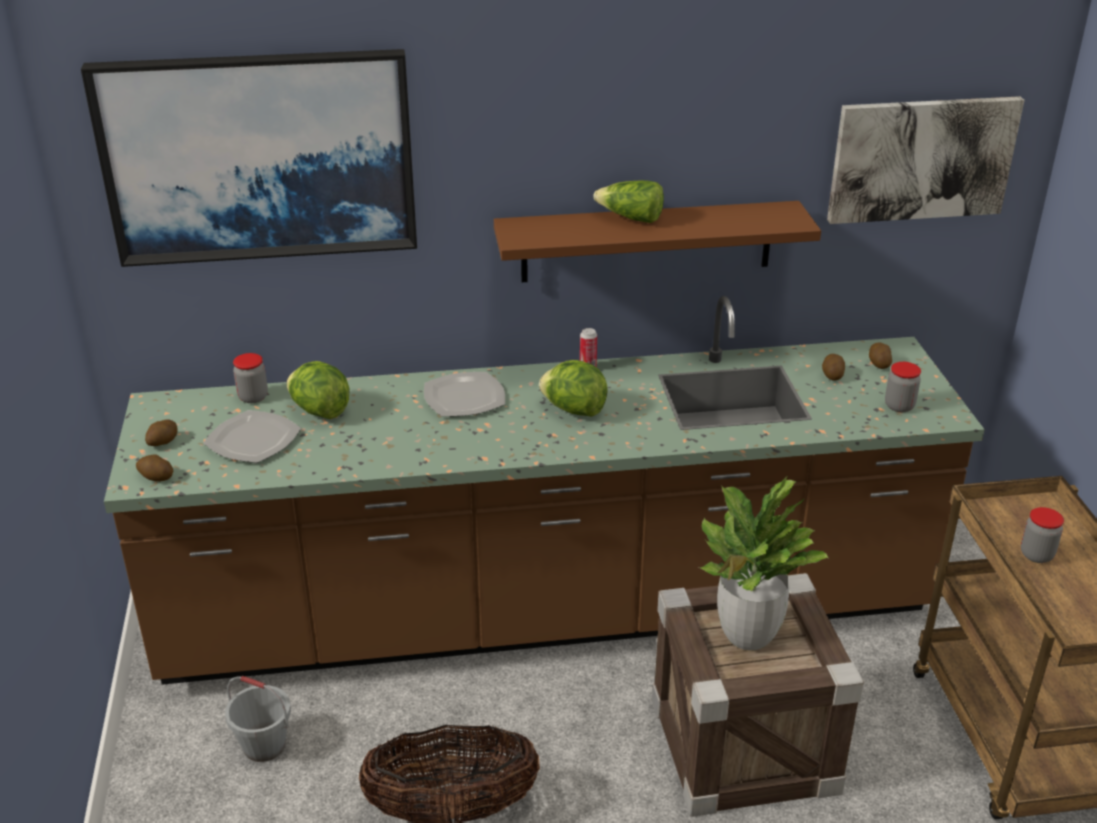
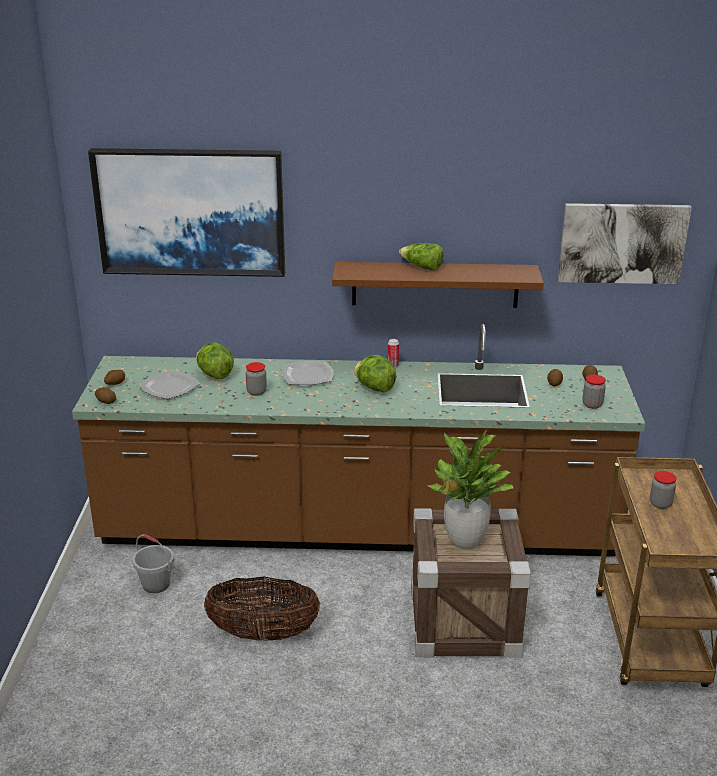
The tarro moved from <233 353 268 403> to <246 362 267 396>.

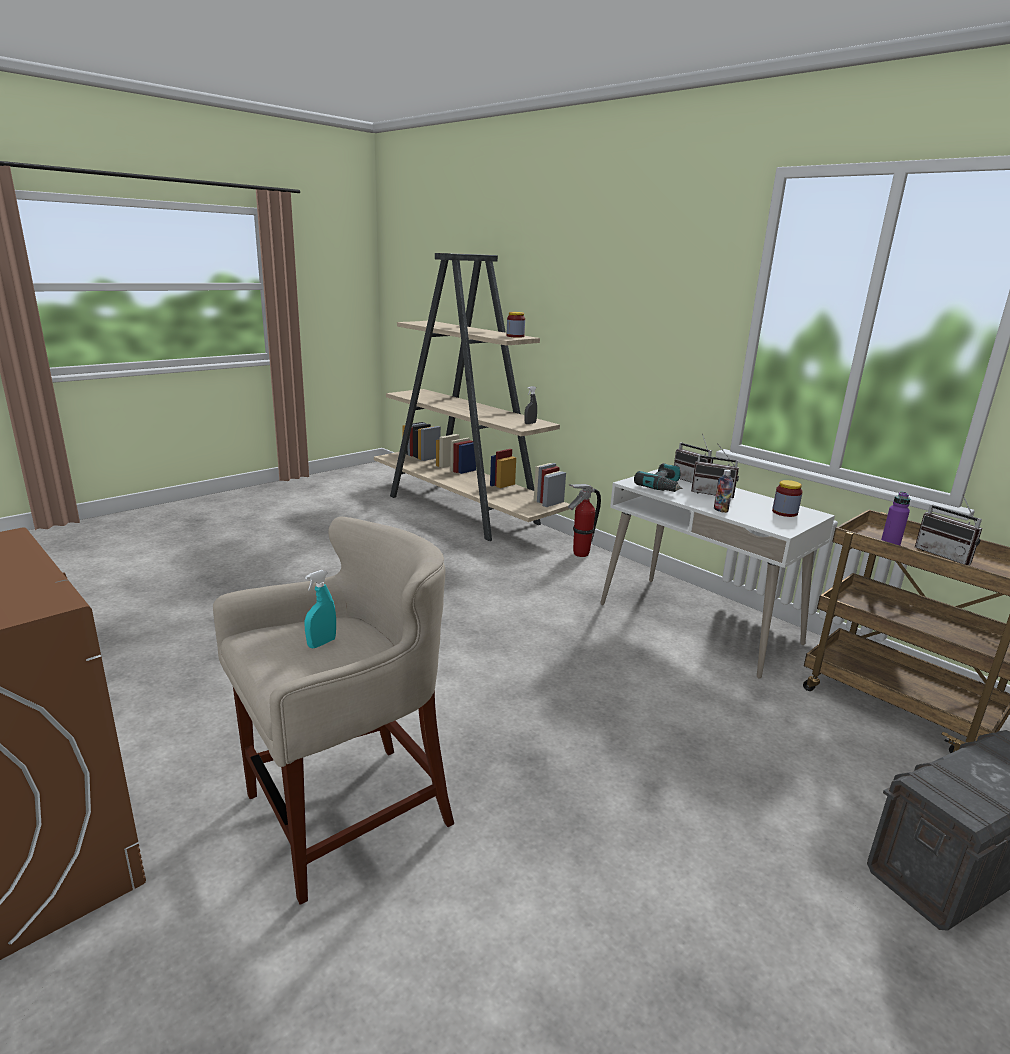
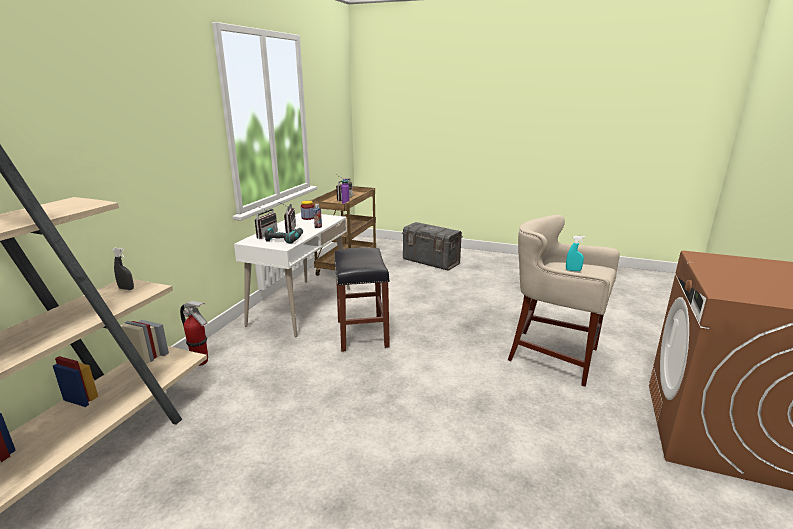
The tarro at <506 312 525 338> disappeared.
The taburete/negro at <334 247 390 352> appeared.

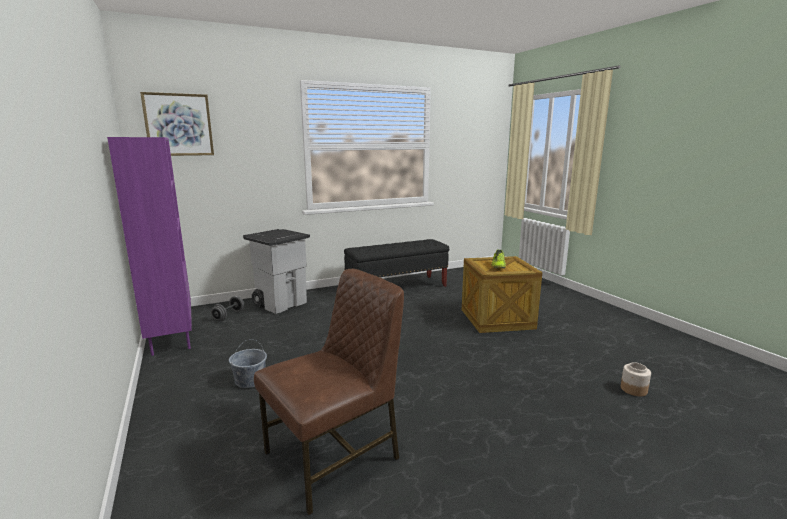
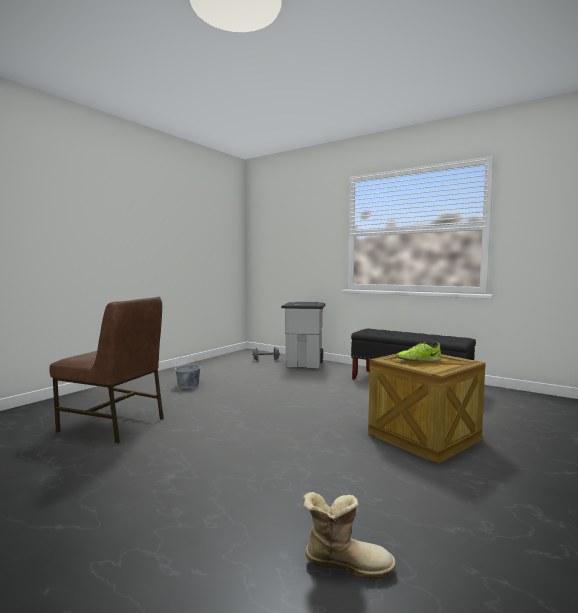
The estantería/morado at <107 137 192 356> disappeared.
The cuadro at <140 92 214 156> disappeared.
The tarro at <621 362 651 396> was replaced by the bota at <302 492 396 579>.

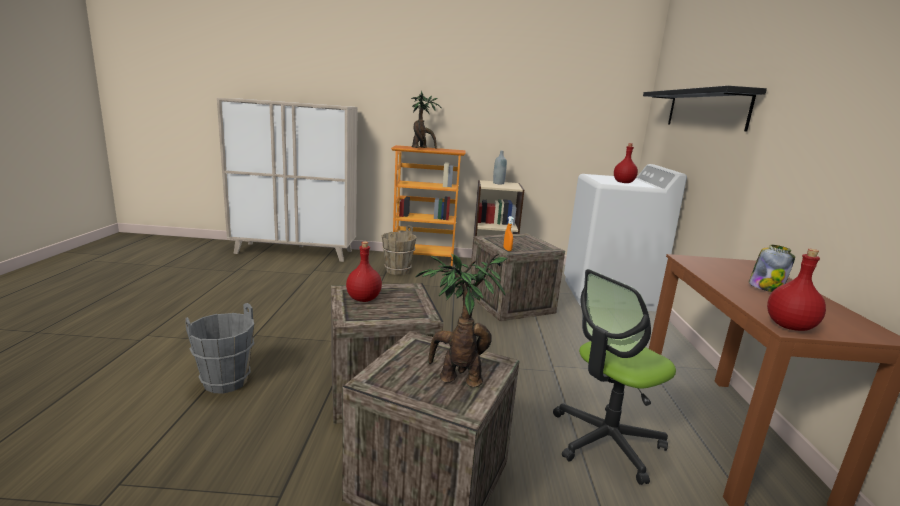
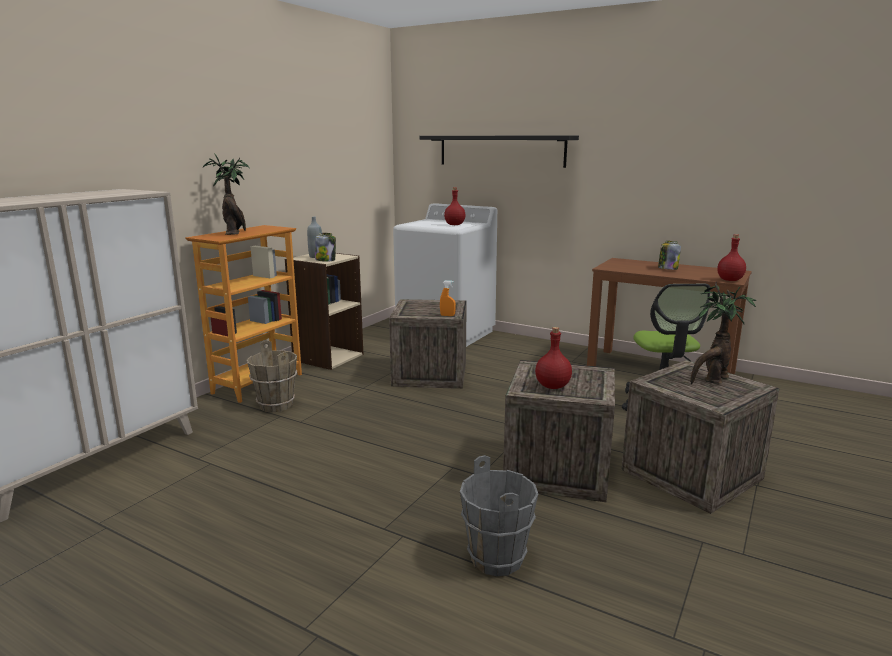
The tarro at <315 233 336 262> appeared.

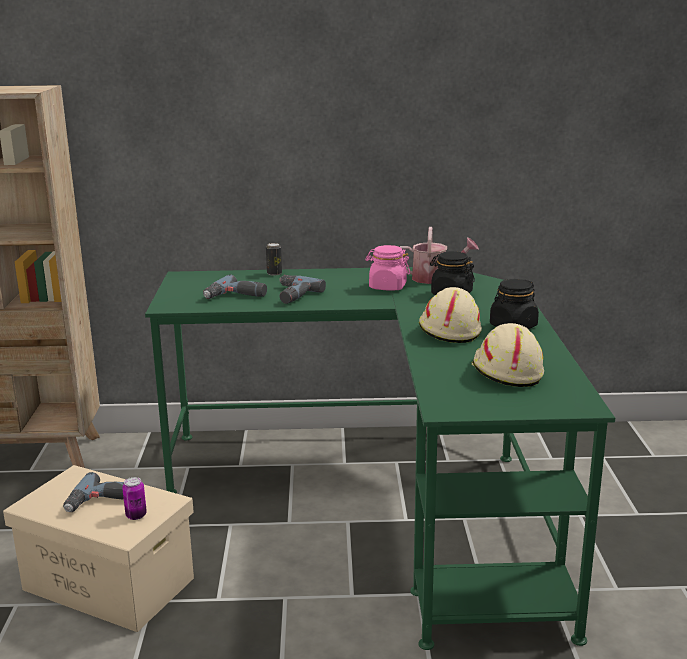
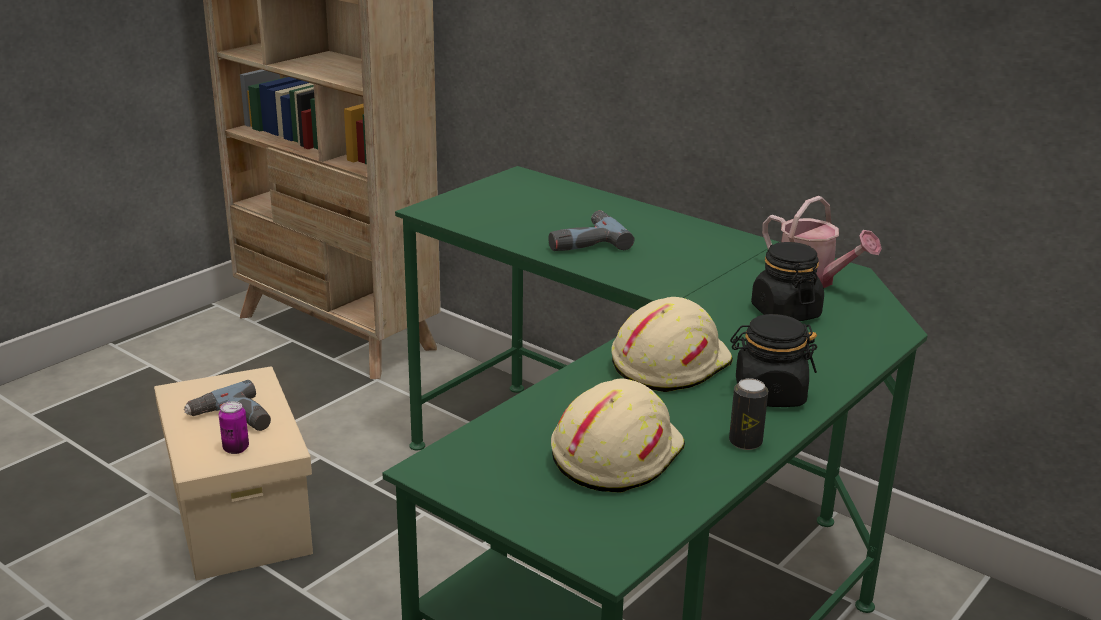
The taladro at <203 275 267 299> disappeared.
The lata moved from <266 243 282 275> to <729 378 768 450>.
The tarro/rosa at <365 245 410 290> disappeared.

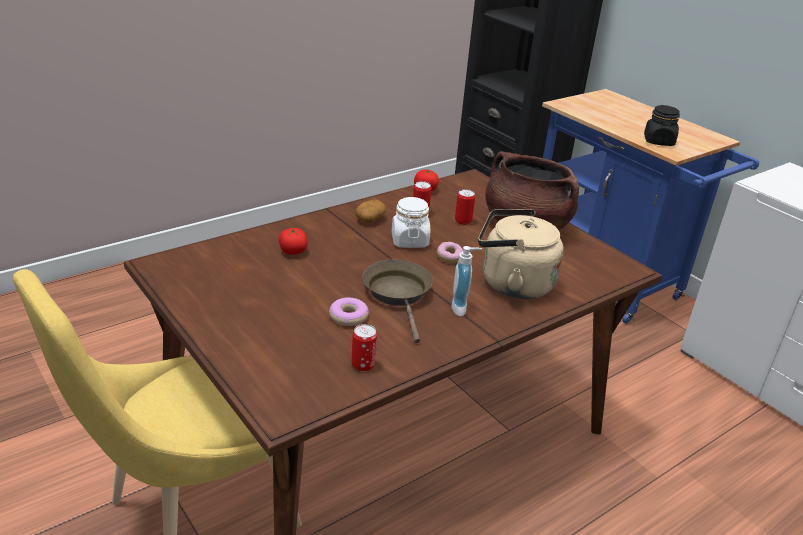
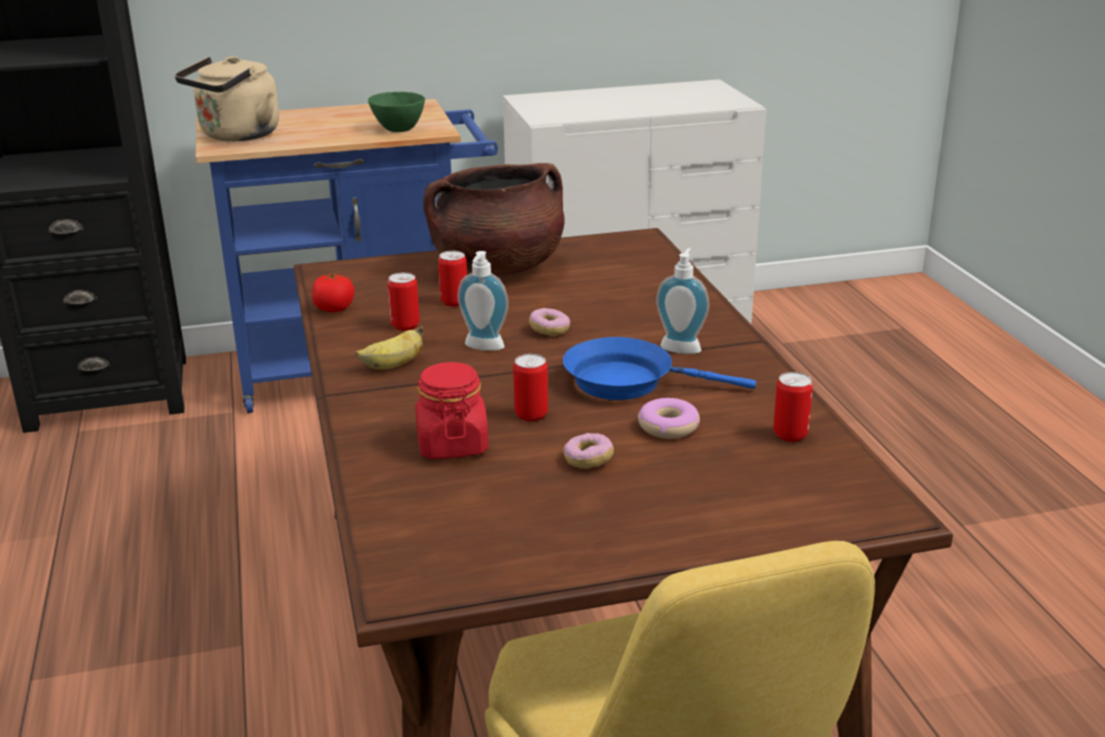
The tomate at <279 228 308 255> was replaced by the tarro/rojo at <415 362 489 459>.
The patata at <355 200 386 224> was replaced by the plátano at <355 326 424 369>.
The sartén/marrón at <362 260 433 343> became the sartén/azul at <563 337 756 400>.
The tarro/blanco at <392 197 430 248> was replaced by the dispensador de jabón at <457 251 509 351>.
The hervidor/beis moved from <478 209 564 299> to <175 56 279 141>.
The tarro/negro at <644 105 680 146> was replaced by the cuenco/verde at <368 92 425 132>.
The lata at <513 354 548 421> appeared.
The rosquilla at <563 433 614 468> appeared.

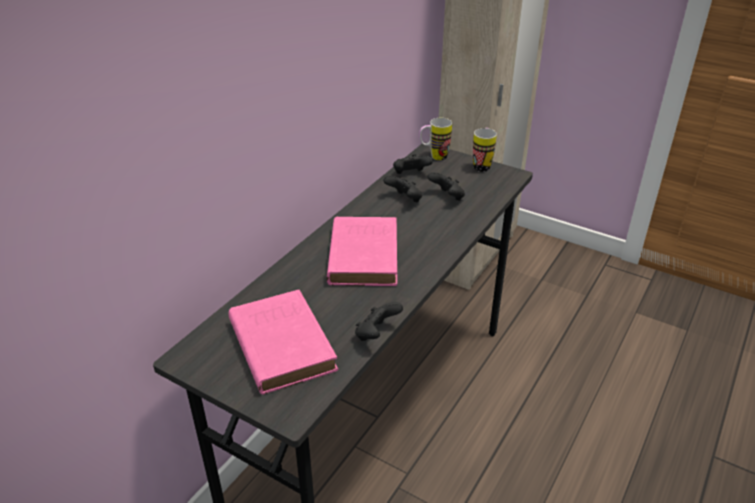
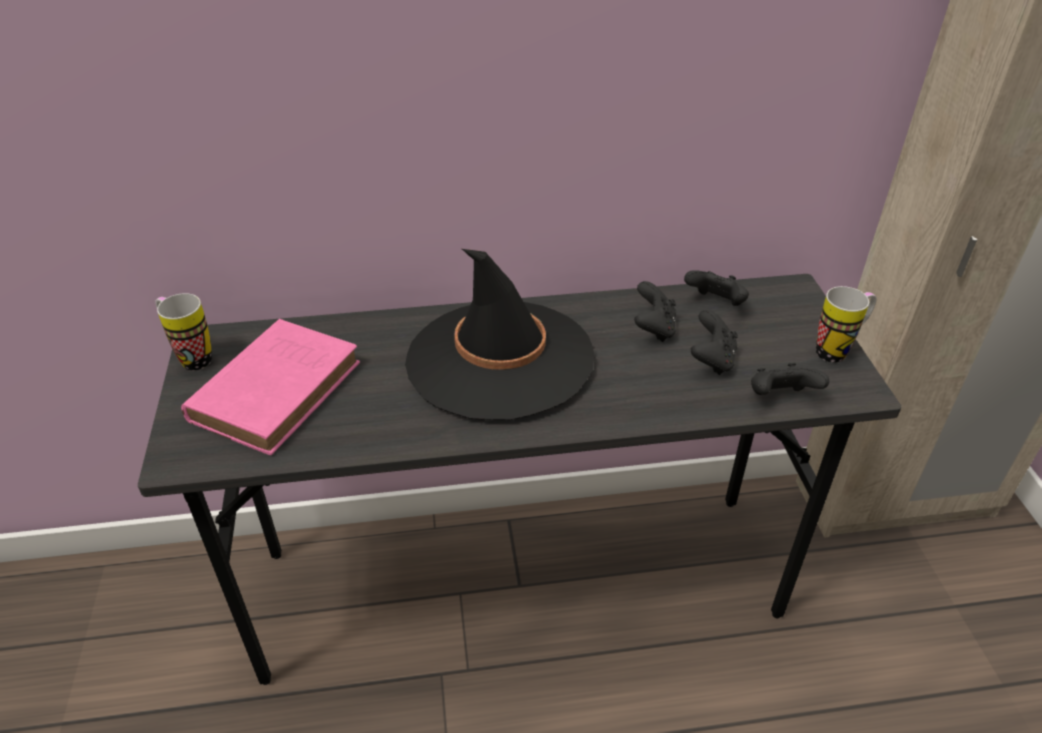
The libro/rosa at <327 217 397 286> was replaced by the sombrero/negro at <405 249 595 420>.
The mando de consola/negro moved from <355 302 403 341> to <751 363 829 395>.
The taza grande moved from <419 118 452 160> to <155 293 212 370>.

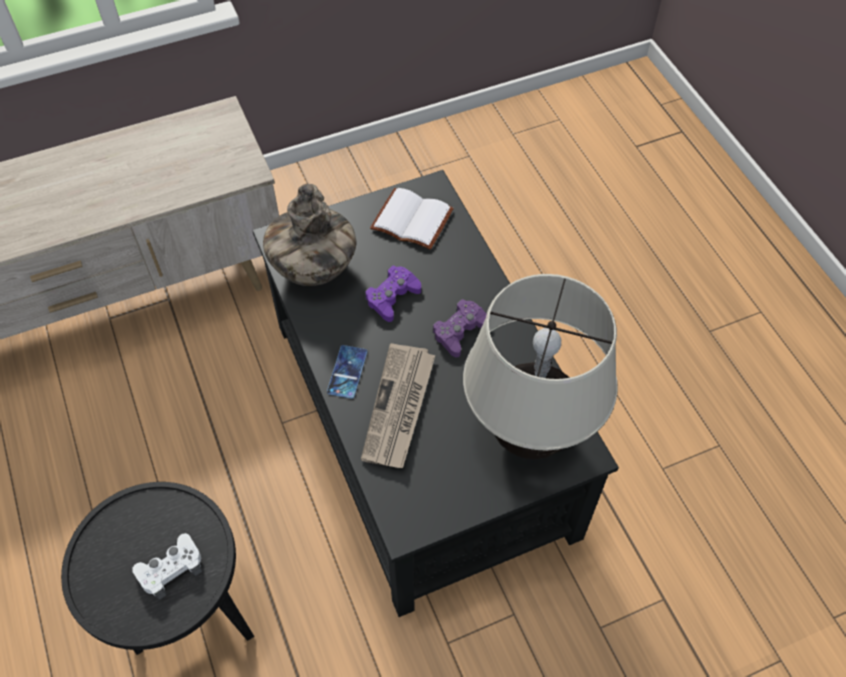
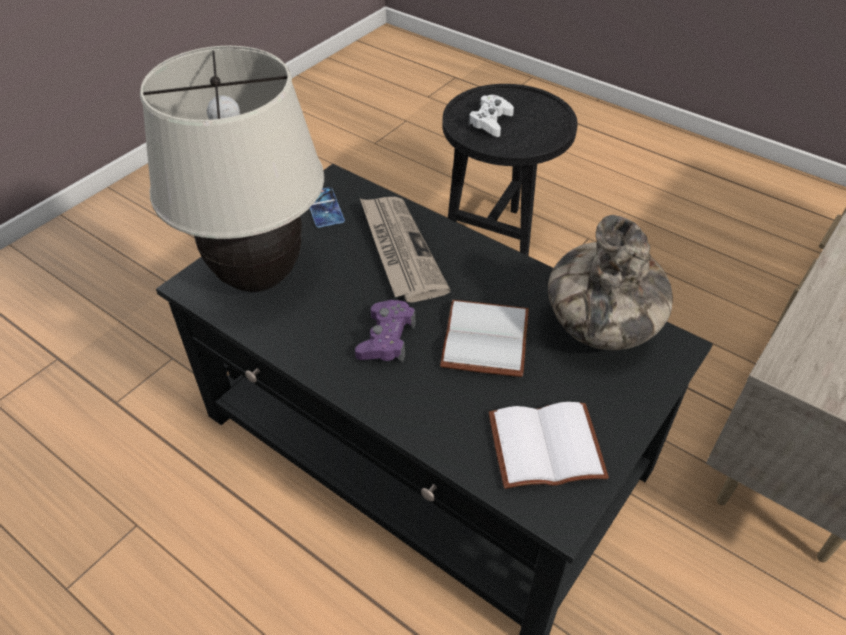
The móvil moved from <327 345 367 399> to <310 187 345 228>.
The mando de consola/morado at <365 265 421 322> was replaced by the libro/blanco at <440 300 529 377>.

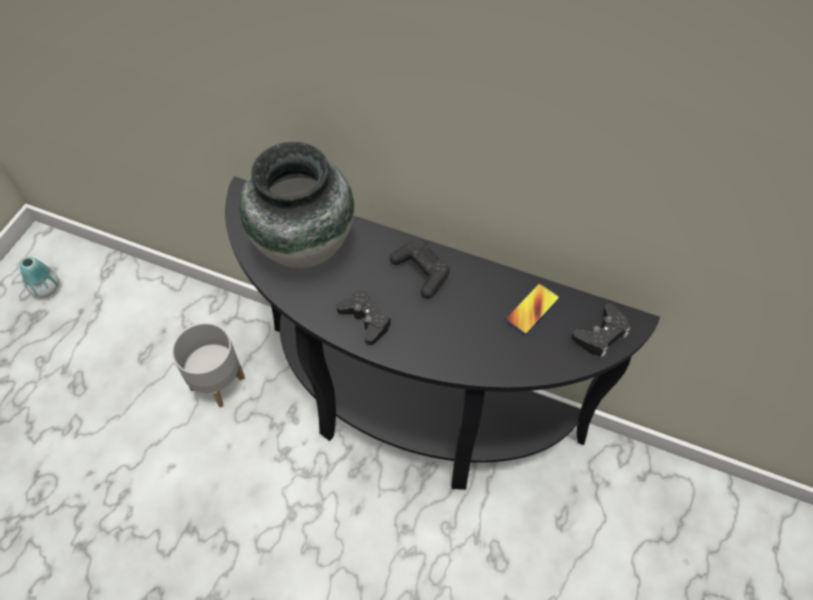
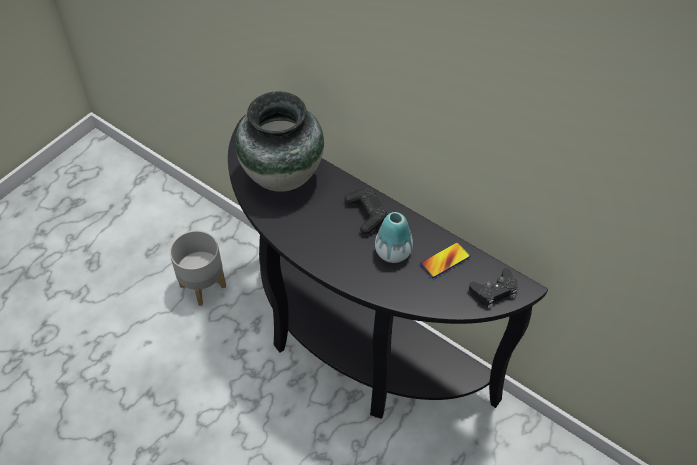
The florero moved from <20 257 59 298> to <375 212 413 263>.
The mando de consola/negro at <336 291 392 345> disappeared.

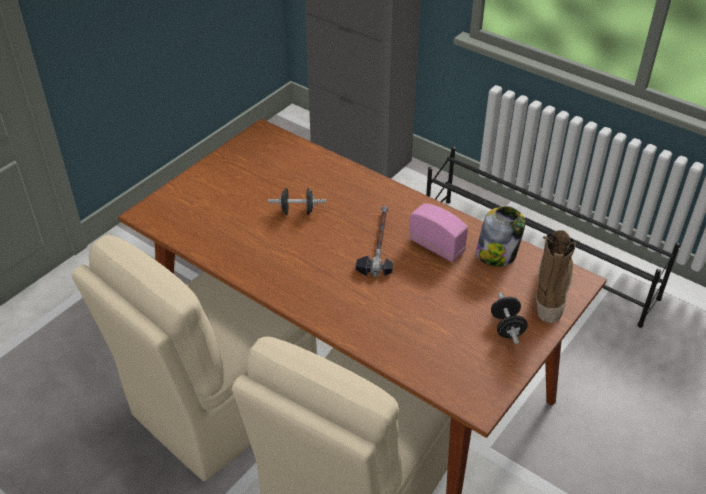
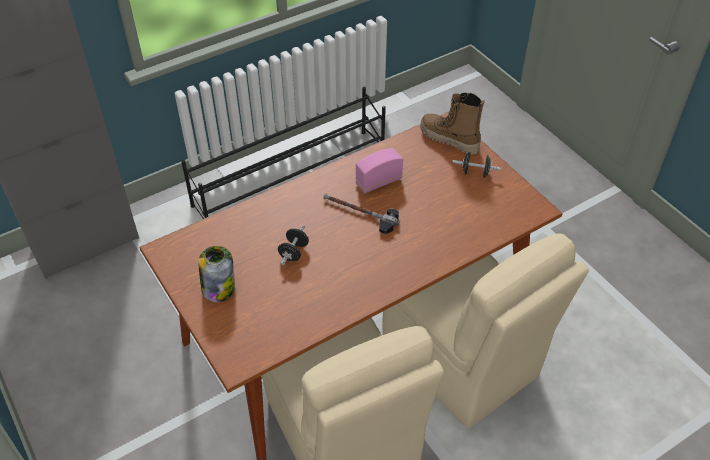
The tarro moved from <476 206 526 266> to <198 246 235 302>.

